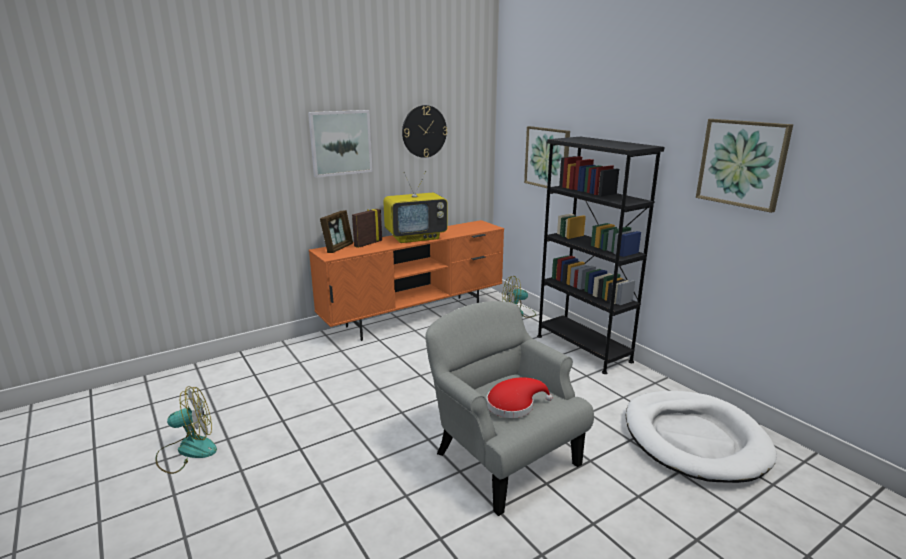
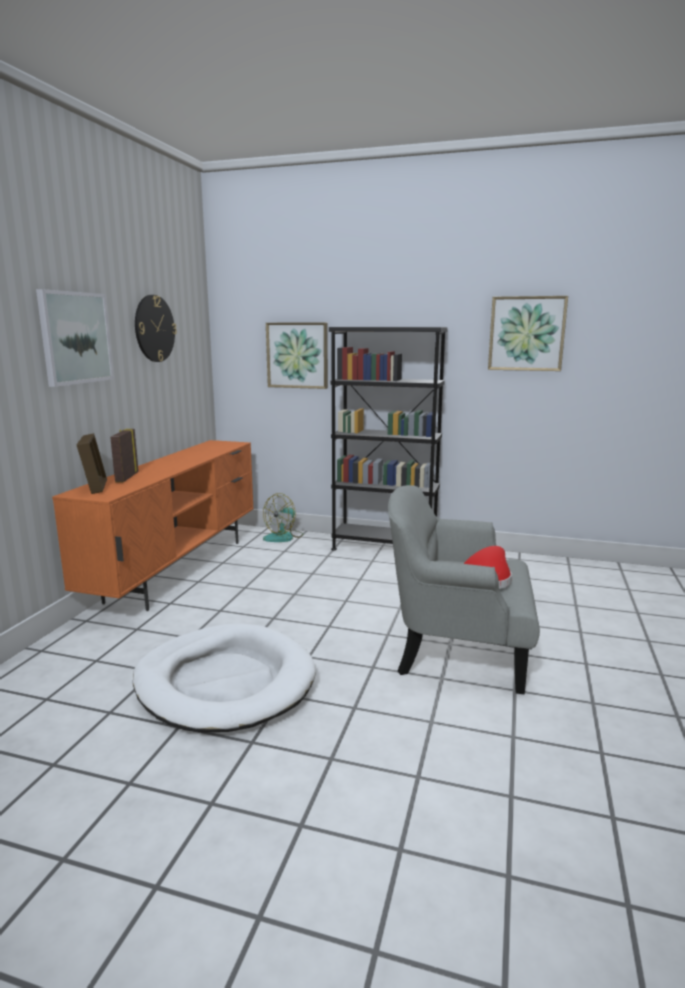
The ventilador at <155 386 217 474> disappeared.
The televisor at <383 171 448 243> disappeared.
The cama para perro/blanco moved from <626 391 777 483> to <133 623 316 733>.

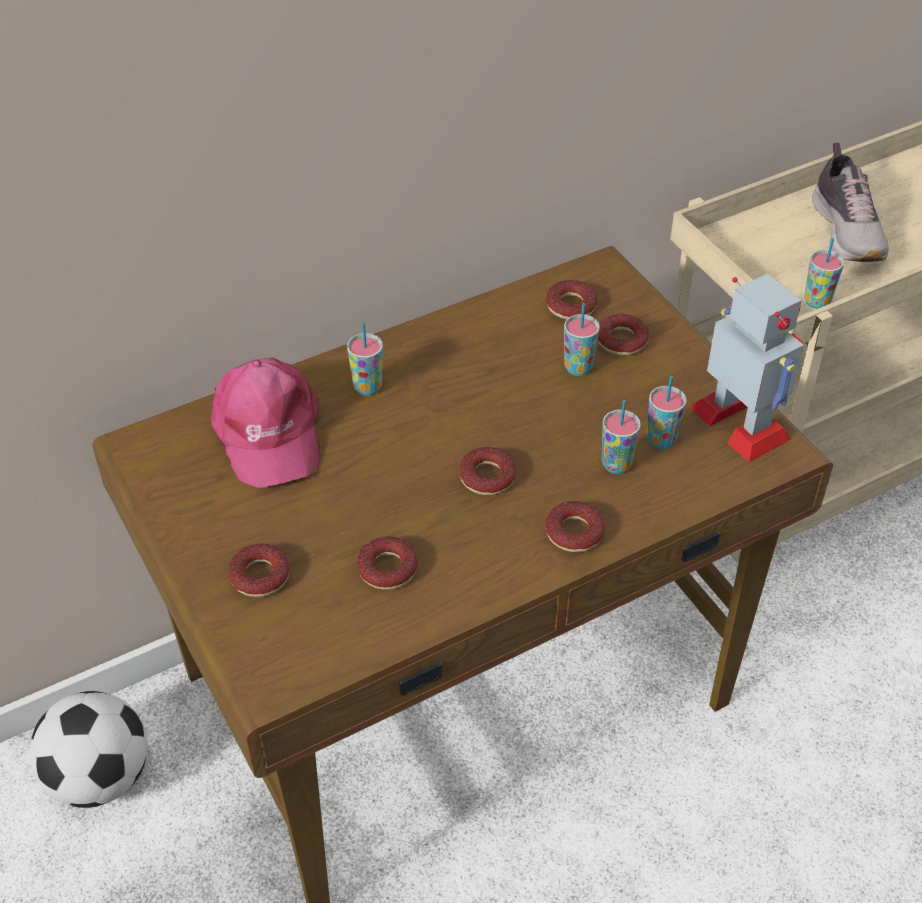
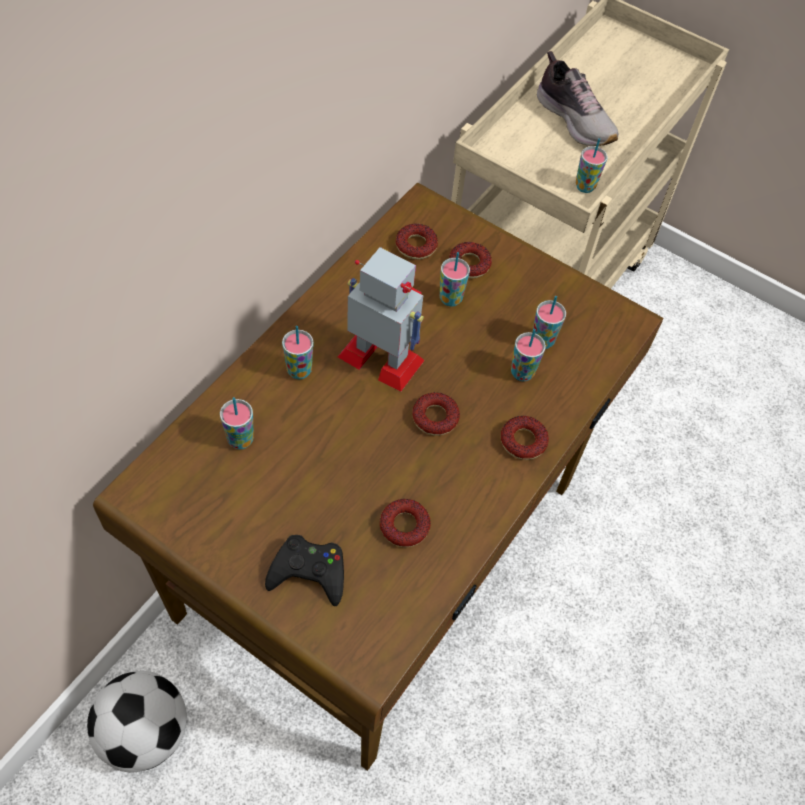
The gorra/rosa at <211 357 321 488> was replaced by the taza at <220 397 254 449>.
The rosquilla at <228 543 290 597> was replaced by the mando de consola/negro at <265 535 344 606>.
The robot de juguete moved from <690 273 804 462> to <338 247 425 391>.

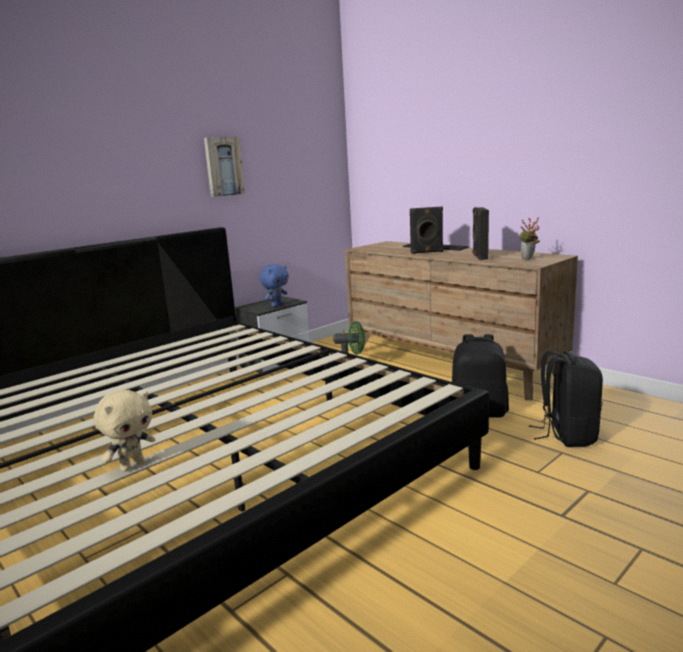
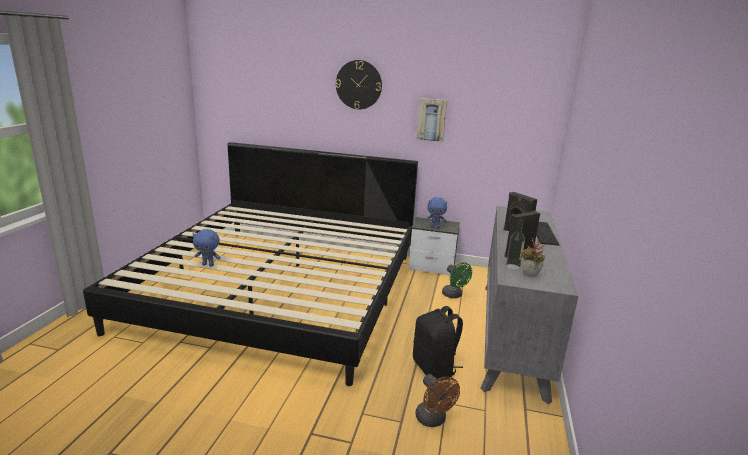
The peluche/beis at <94 389 156 471> became the peluche/azul at <193 229 221 266>.
The cómoda/marrón at <345 241 578 401> became the cómoda/gris at <481 206 578 404>.
The mochila/negro at <529 350 603 447> was replaced by the ventilador/marrón at <415 374 460 427>.
The reloj de pared at <336 60 382 110> appeared.
The botella at <506 219 525 270> appeared.

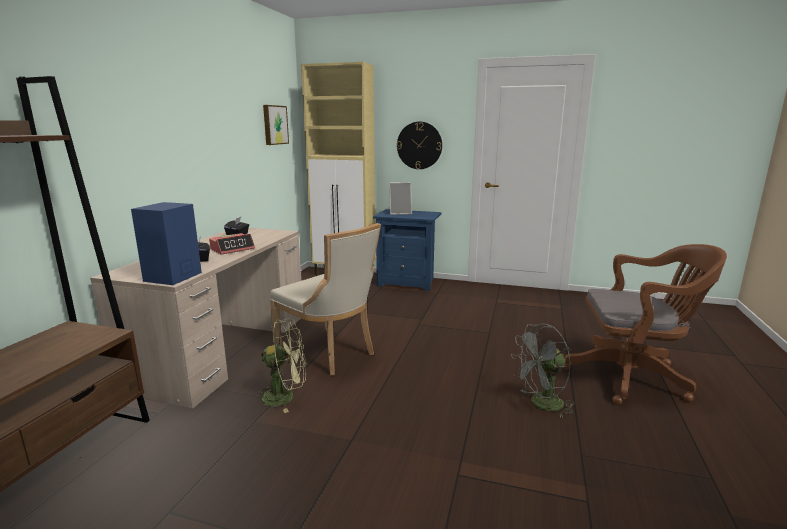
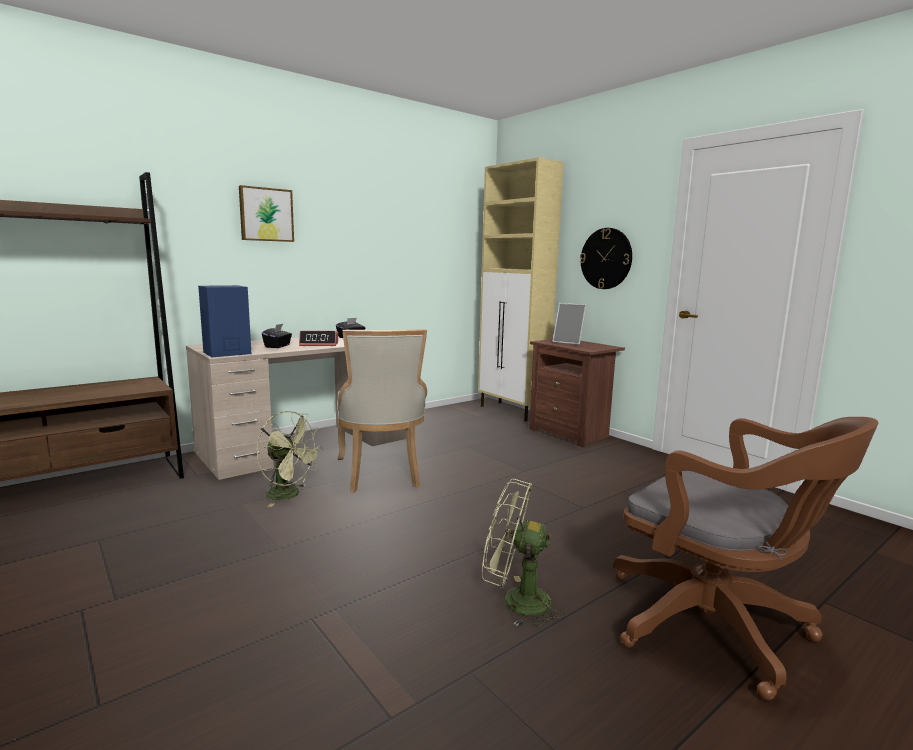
The cuadro moved from <263 105 289 145> to <239 185 294 242>.
The mesita de noche/azul at <373 209 442 291> became the mesita de noche/marrón at <529 339 625 447>.
The ventilador/gris at <511 324 573 419> became the ventilador/verde at <482 479 564 627>.

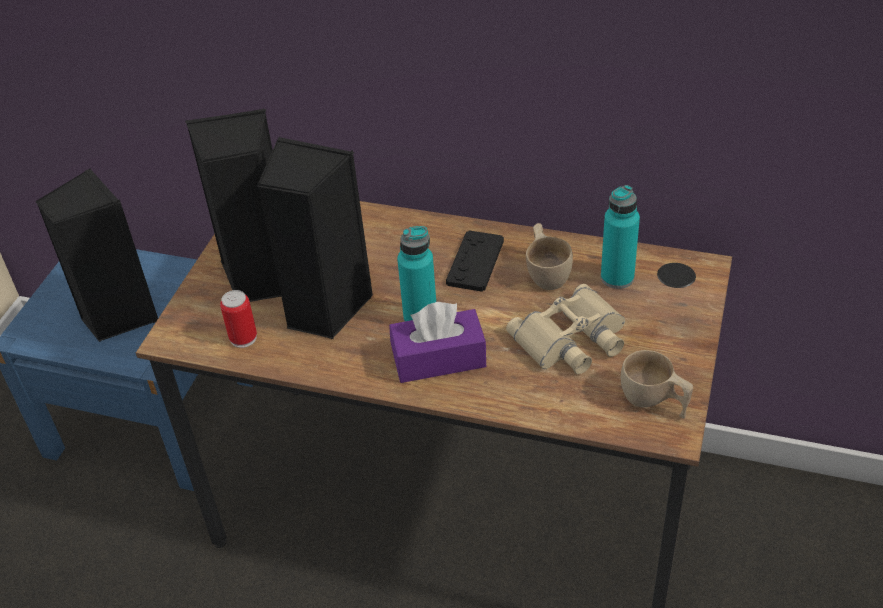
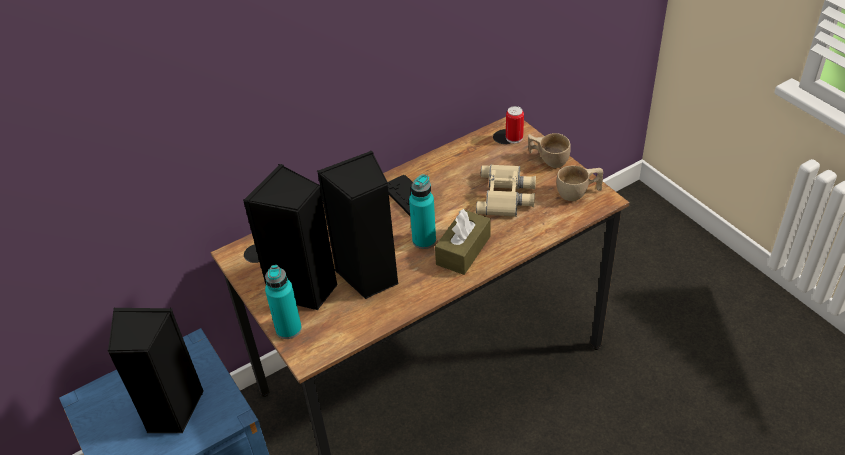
The lata moved from <220 290 257 348> to <506 106 524 143>.
The caja de pañuelos/morado at <389 302 486 383> became the caja de pañuelos/marrón at <435 209 491 275>.
The taza/beis moved from <526 223 573 290> to <528 133 571 168>.
The botella/turquesa moved from <601 185 640 289> to <265 265 302 339>.

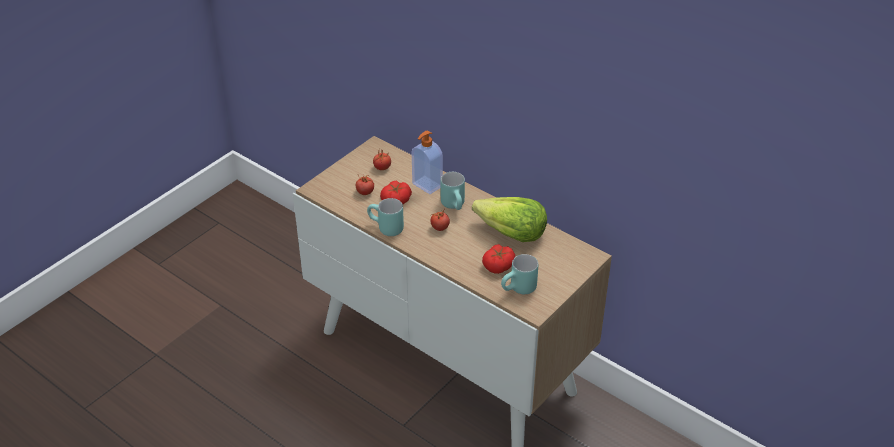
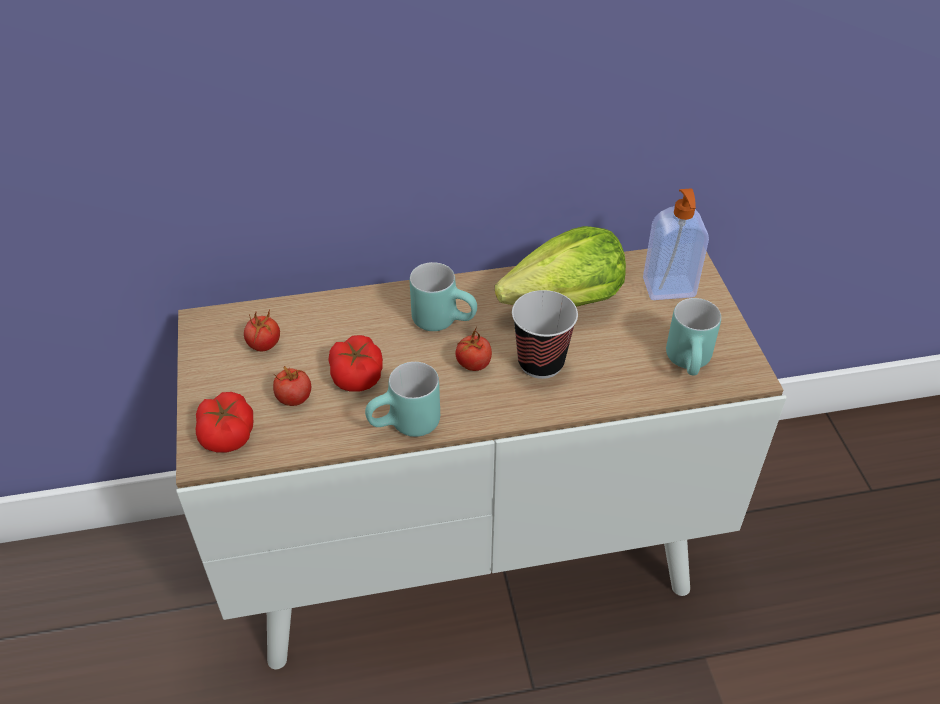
The dispensador de jabón moved from <412 130 443 194> to <643 188 709 300>.
The tomate moved from <482 244 516 274> to <196 392 253 452>.
The taza at <512 290 578 379> appeared.

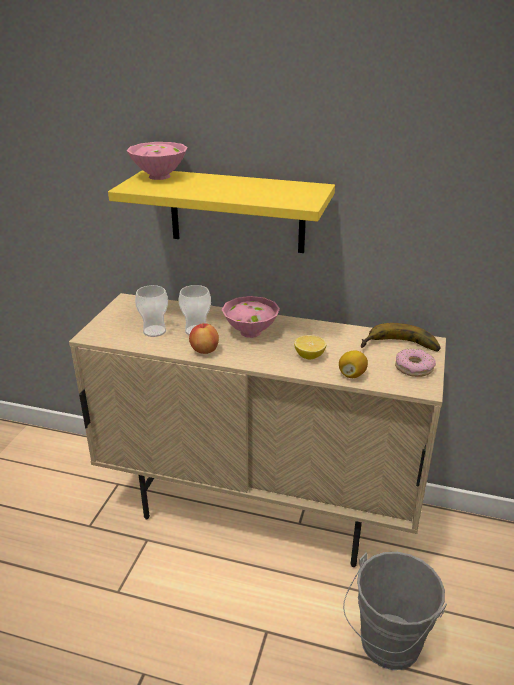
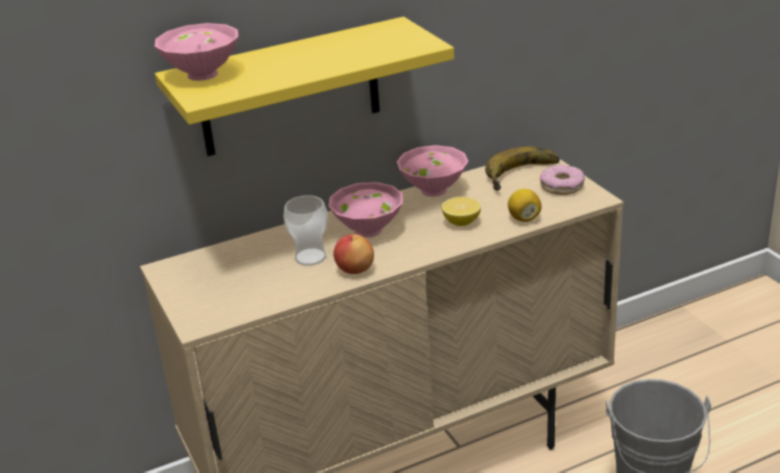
The taza at <135 285 168 337> disappeared.
The cuenco/rosa at <397 145 468 197> appeared.

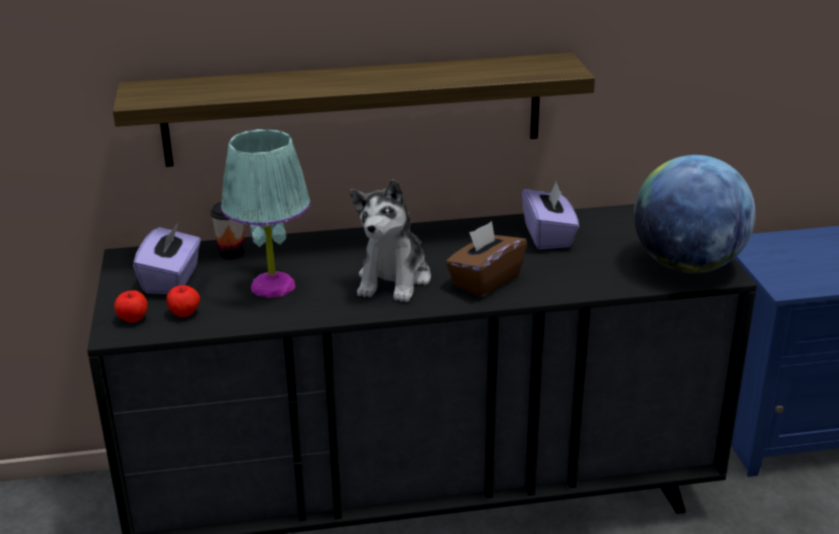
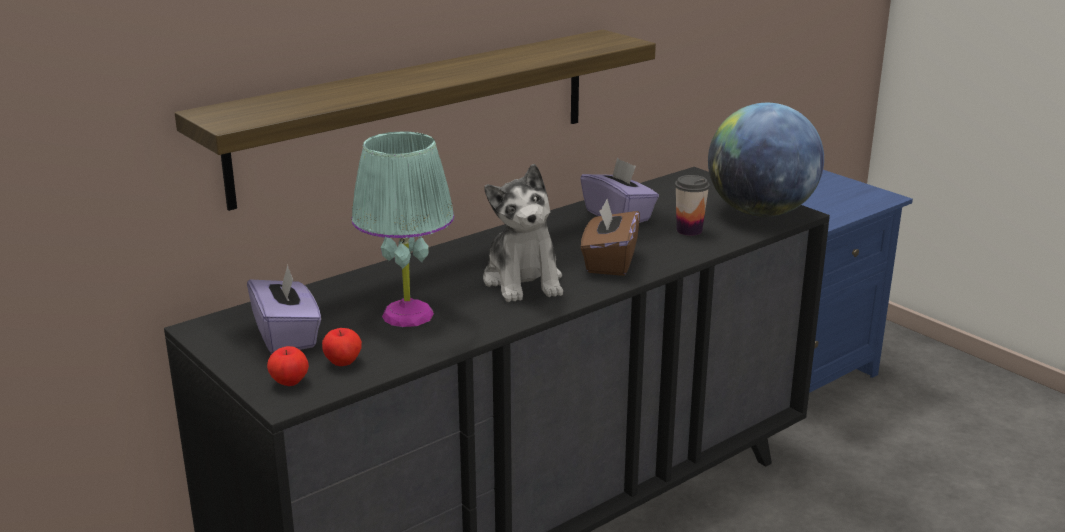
The taza moved from <211 202 244 260> to <675 175 710 236>.

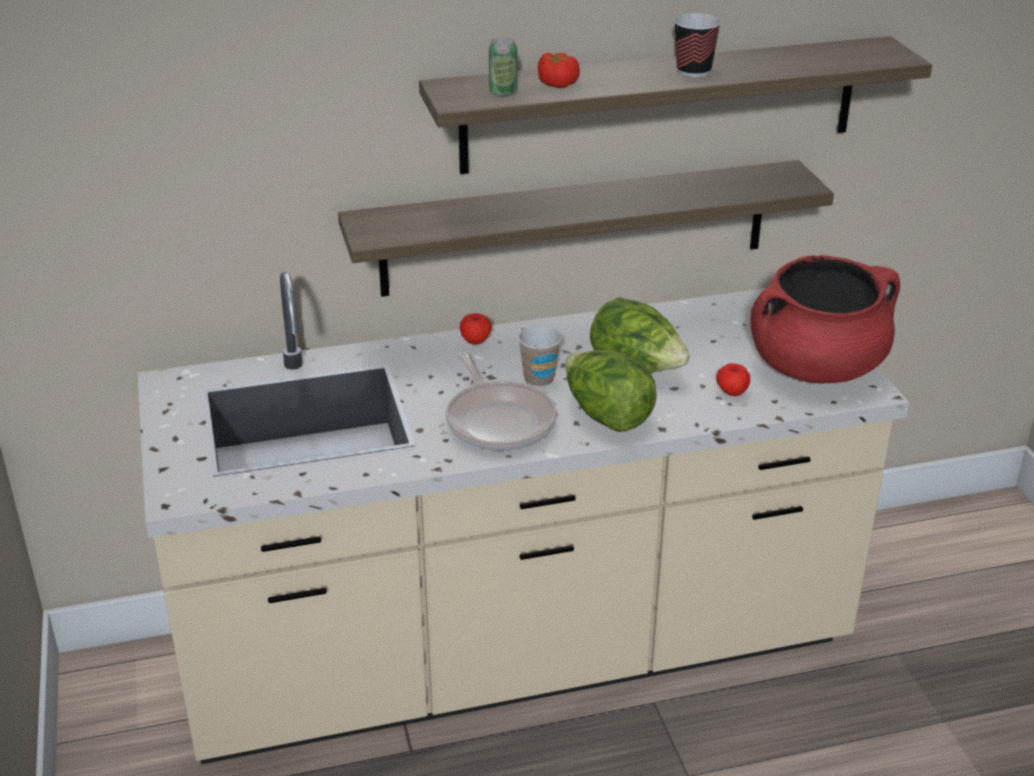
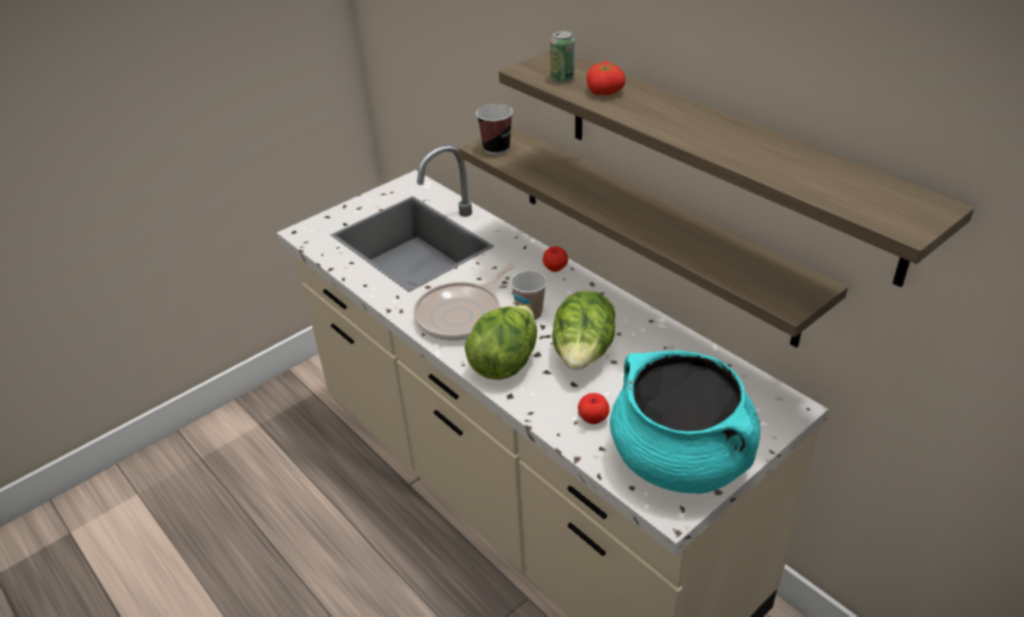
The taza moved from <674 13 721 77> to <476 104 513 155>.
The olla/rojo at <751 255 900 383> became the olla/turquesa at <610 350 760 494>.

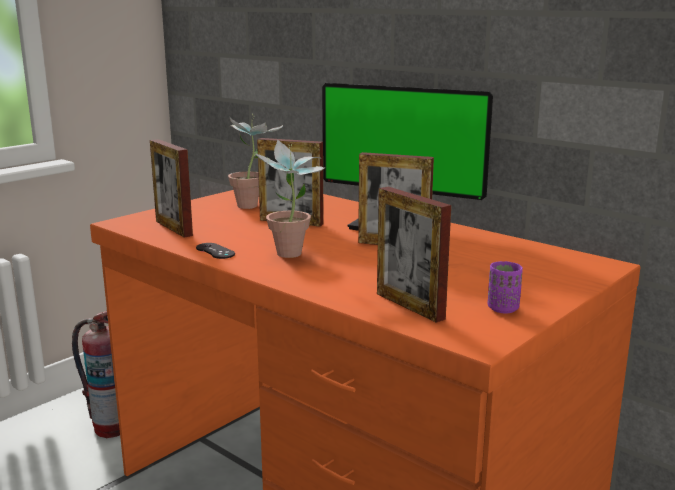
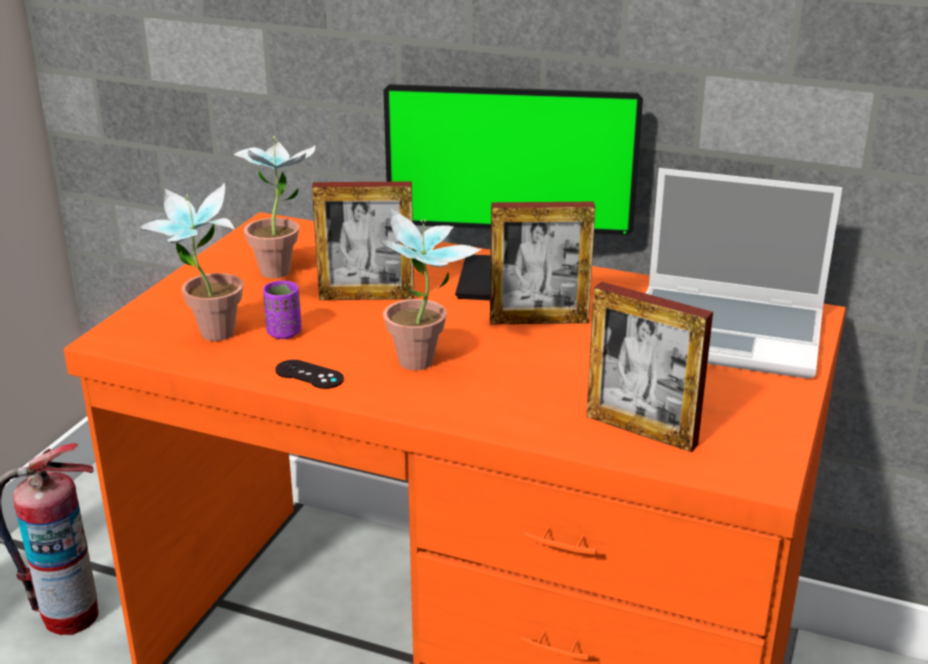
The portarretratos at <150 139 193 238> was replaced by the planta en maceta at <138 183 243 341>.
The taza/morado moved from <487 261 523 313> to <263 280 301 339>.
The portátil at <646 168 842 379> appeared.

